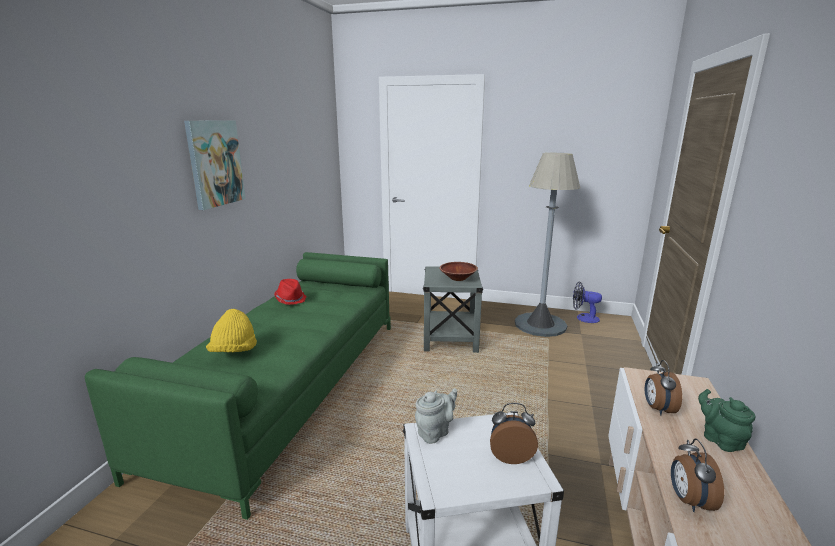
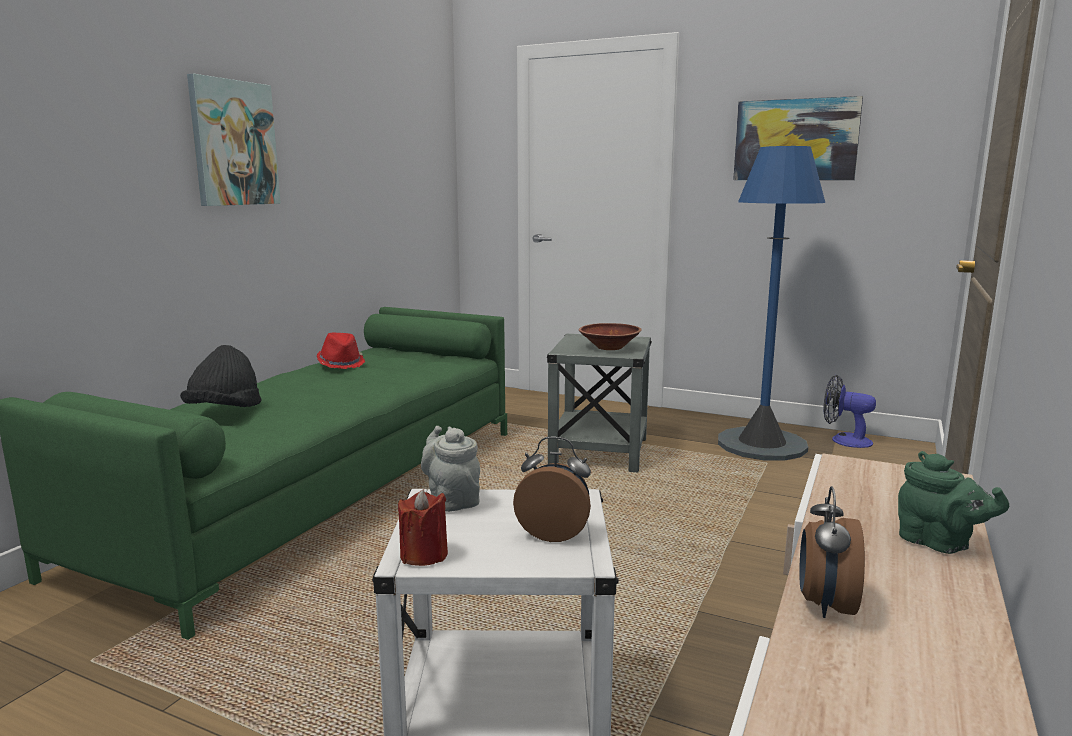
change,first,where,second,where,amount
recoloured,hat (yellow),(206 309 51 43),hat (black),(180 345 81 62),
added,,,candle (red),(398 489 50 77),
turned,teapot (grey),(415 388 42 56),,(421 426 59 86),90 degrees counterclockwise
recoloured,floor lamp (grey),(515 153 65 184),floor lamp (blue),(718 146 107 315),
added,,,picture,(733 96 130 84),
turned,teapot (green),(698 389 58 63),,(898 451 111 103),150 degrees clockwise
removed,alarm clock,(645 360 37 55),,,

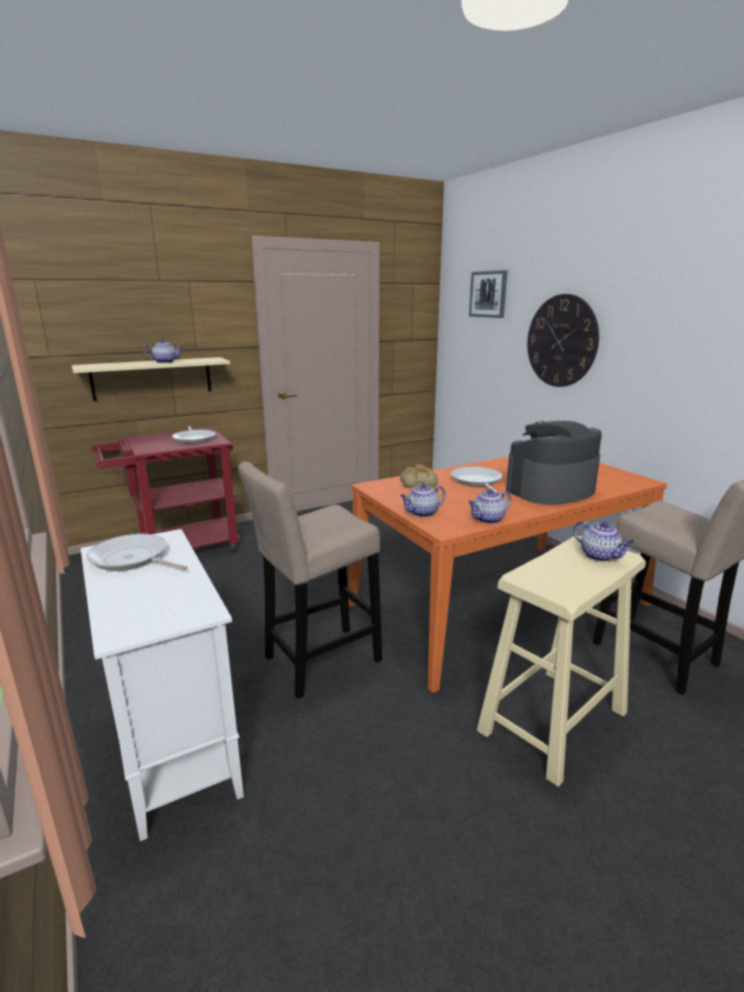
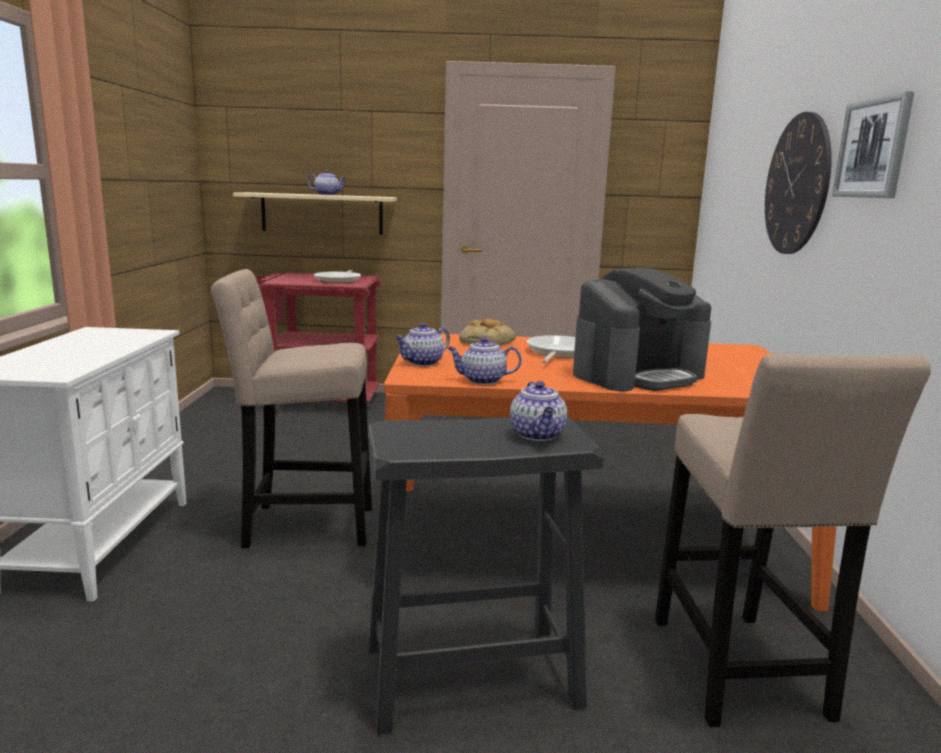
change,first,where,second,where,amount
recoloured,stool (beige),(477 536 169 250),stool (black),(368 416 236 319),
turned,teapot,(400 483 46 34),,(395 323 55 43),45 degrees counterclockwise
turned,coffee machine,(506 421 96 84),,(573 268 138 123),150 degrees clockwise
moved,picture,(469 270 39 48),,(832 91 83 107),
removed,frying pan,(87 534 101 37),,,

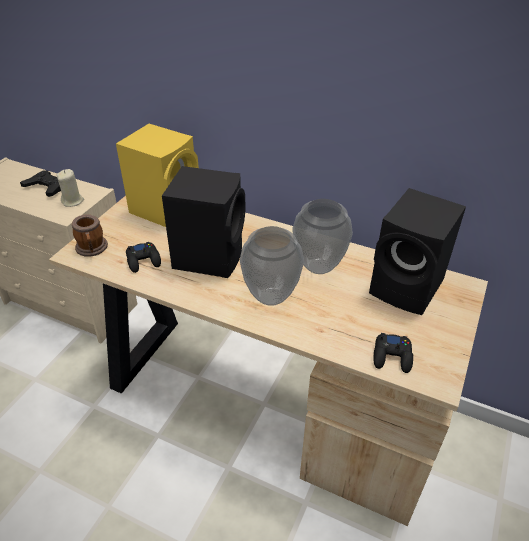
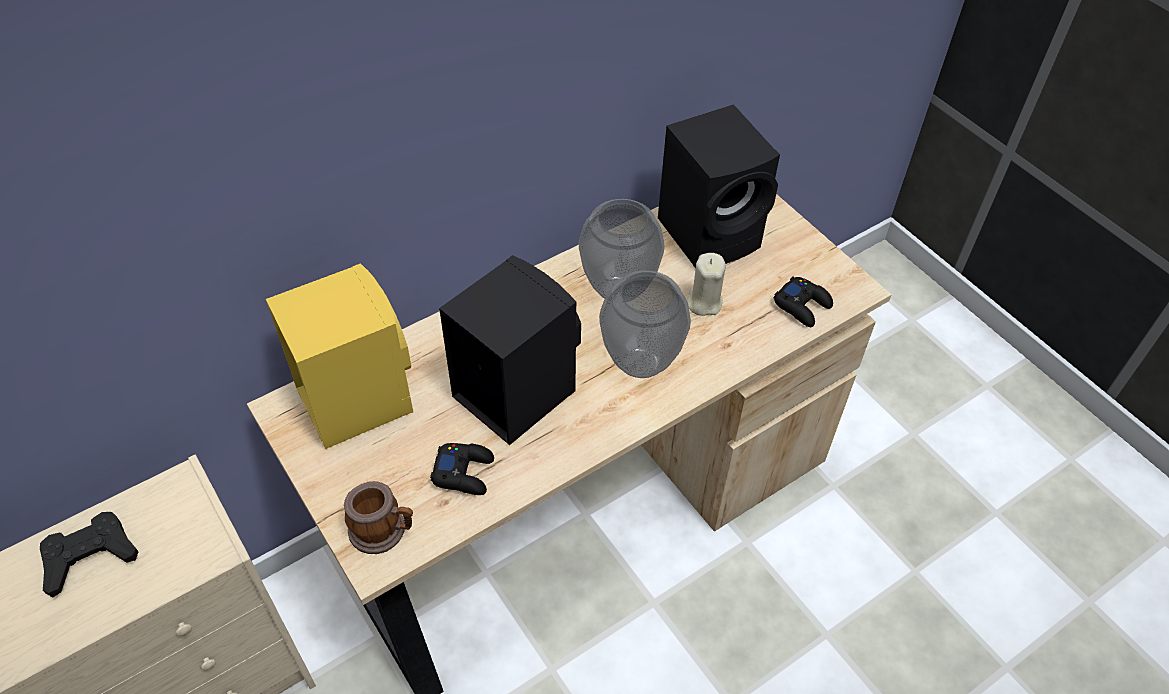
change,first,where,second,where,amount
moved,candle (beige),(56 169 28 38),,(687 253 39 63),

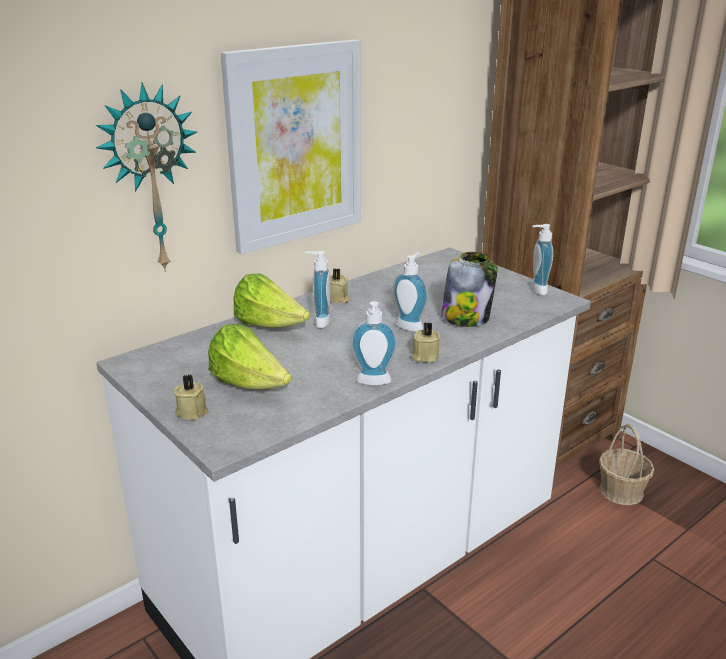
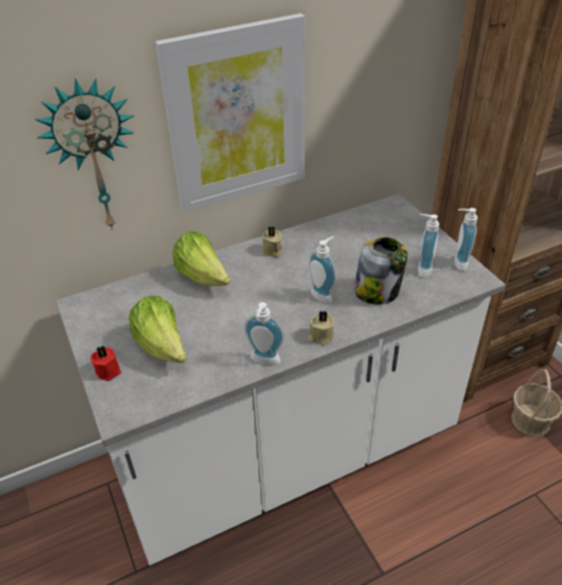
change,first,where,second,where,amount
recoloured,candle (beige),(174 374 34 46),candle (red),(90 346 31 35),
moved,soap dispenser,(305 251 26 77),,(418 214 21 64),

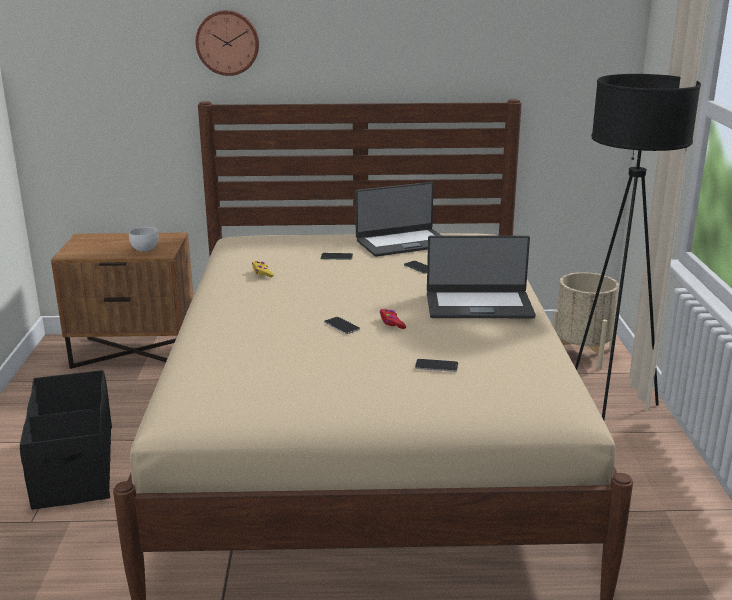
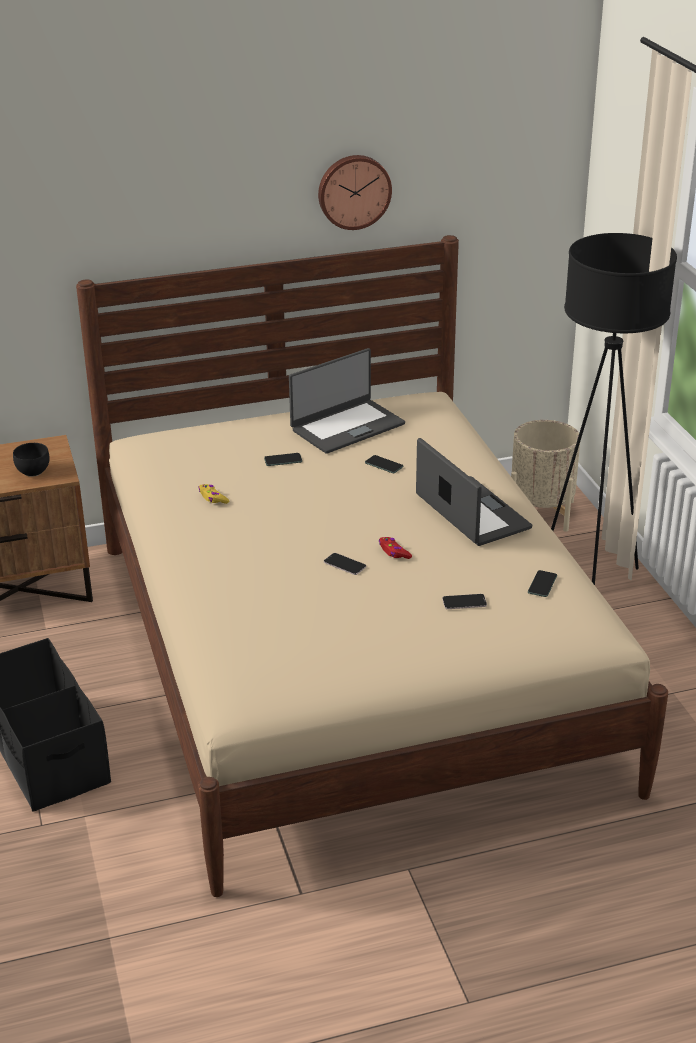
change,first,where,second,where,amount
recoloured,bowl (white),(129 227 30 25),bowl (black),(13 443 37 34),
moved,wall clock,(195 10 64 66),,(318 155 74 75),
turned,laptop,(427 235 109 83),,(416 438 116 108),105 degrees counterclockwise
added,,,phone,(528 570 29 27),

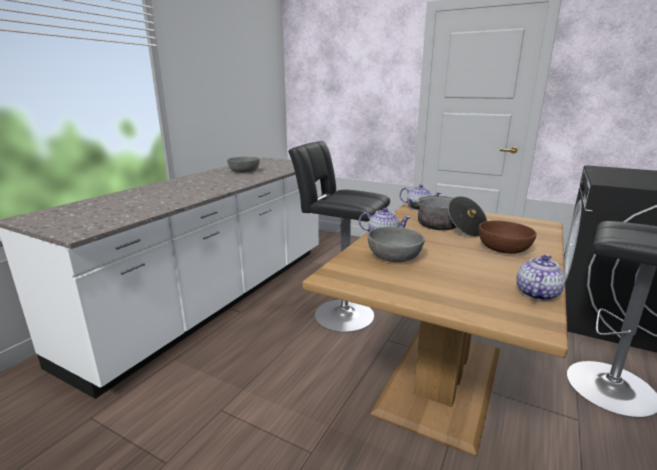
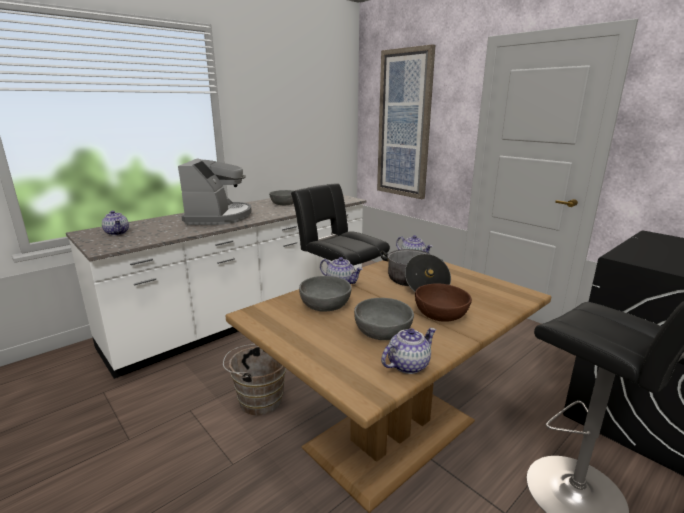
change,first,where,second,where,amount
added,,,teapot,(102 211 27 25),
added,,,coffee machine,(178 158 74 67),
added,,,bucket (brown),(223 344 63 72),
added,,,bowl (grey),(354 298 60 42),
added,,,picture,(377 44 58 155),

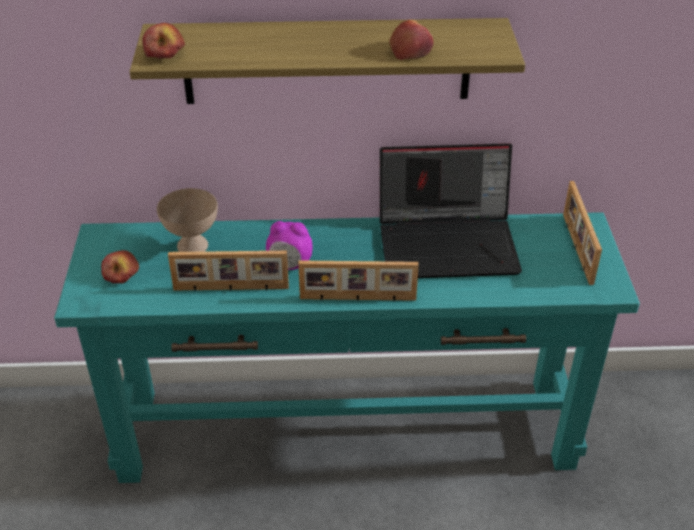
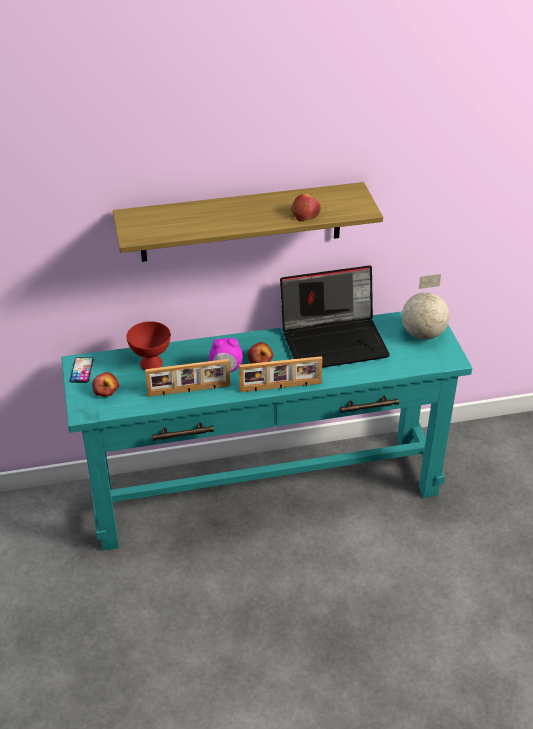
change,first,where,second,where,amount
added,,,phone,(70 357 24 26),
recoloured,bowl (beige),(157 188 61 64),bowl (red),(127 321 44 49),
moved,apple,(142 23 43 35),,(247 342 26 22),
replaced,picture frame,(563 181 39 104),globe,(402 274 47 66),

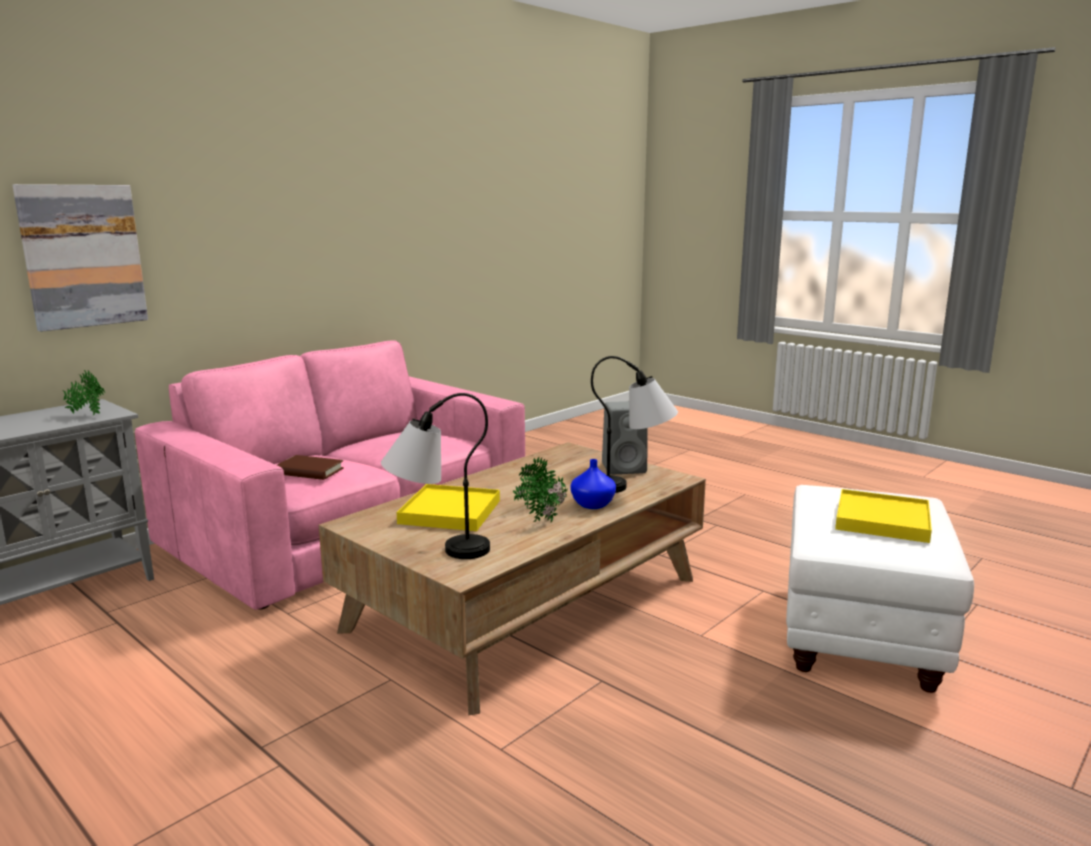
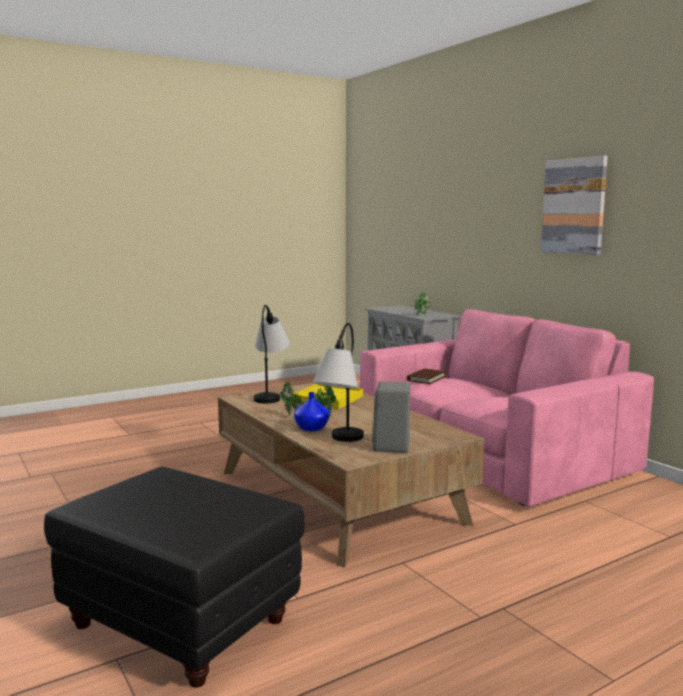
change,first,where,second,where,amount
recoloured,ottoman (white),(786 485 188 208),ottoman (black),(44 467 261 221),
moved,picture,(12 184 136 148),,(541 156 67 99),
removed,tray (yellow),(835 489 97 54),,,

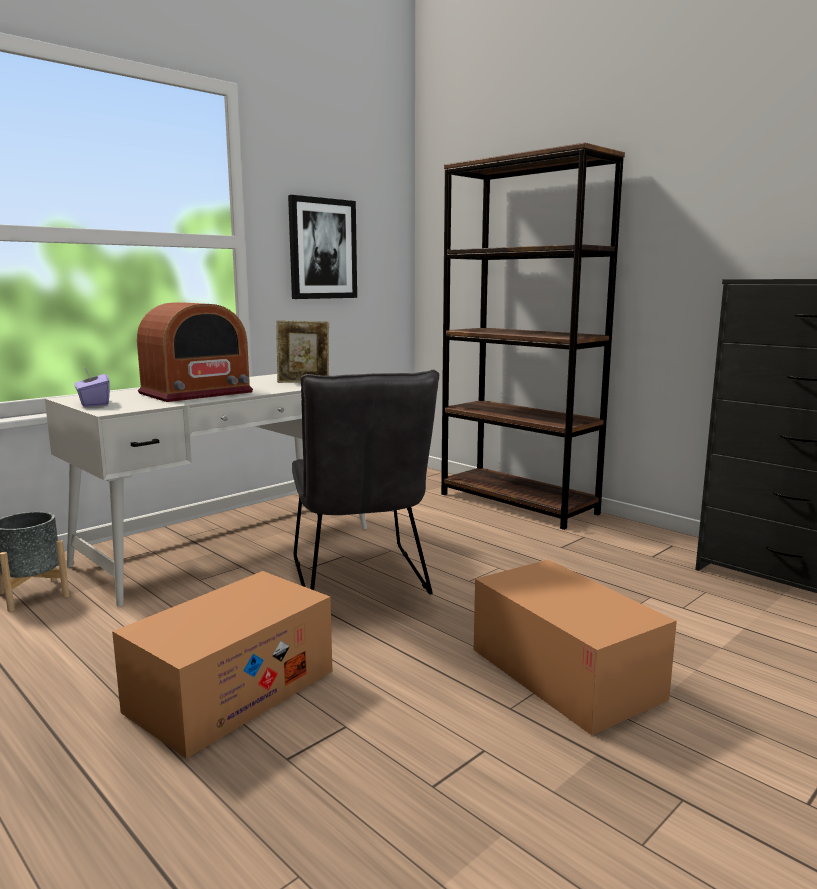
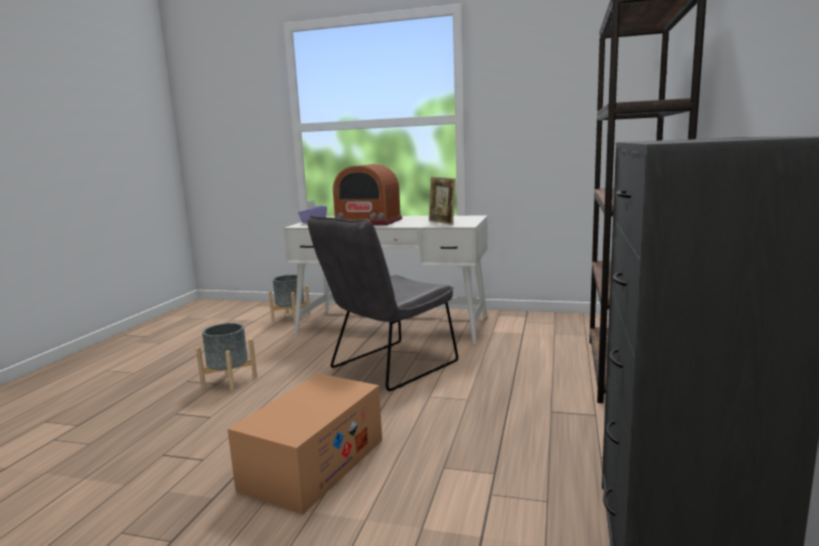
change,first,where,second,where,amount
replaced,cardboard box,(112 571 220 188),planter (grey),(196 323 61 70),
removed,picture,(288 195 69 104),,,

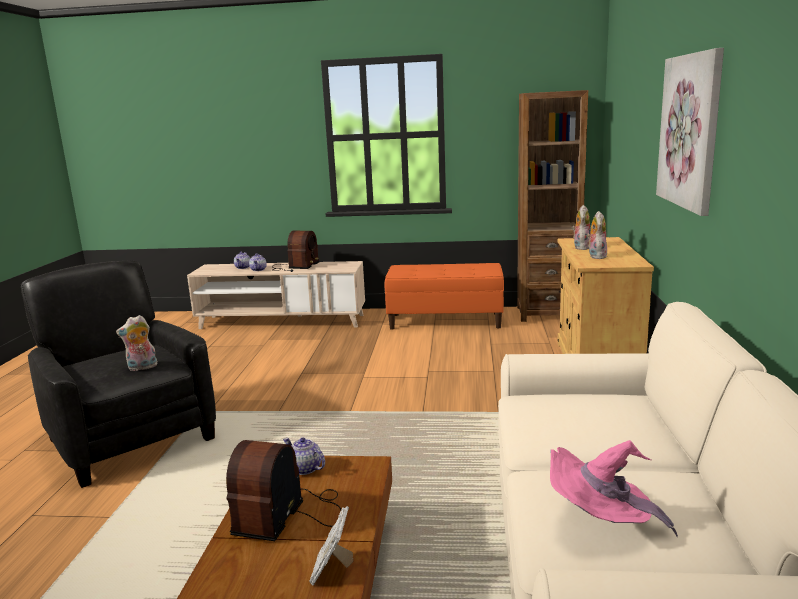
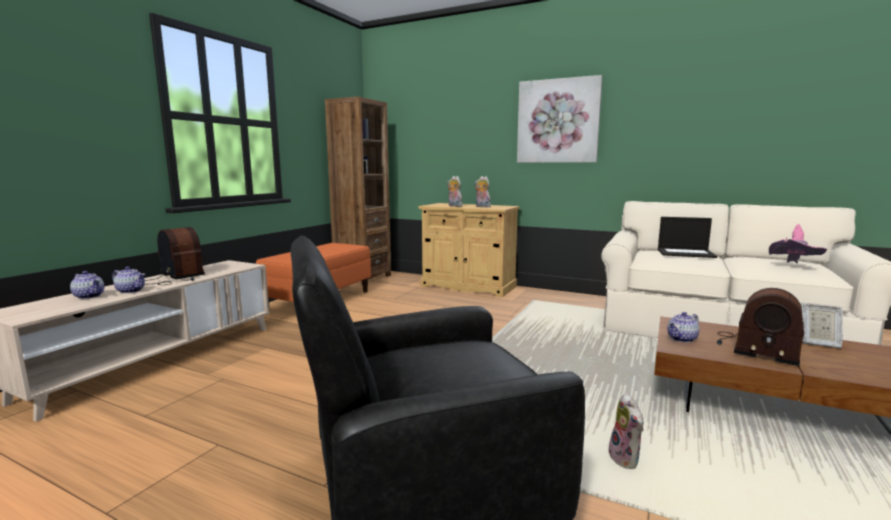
change,first,where,second,where,amount
moved,plush toy,(116 315 41 56),,(609 393 35 76),
added,,,laptop,(658 217 59 41),

